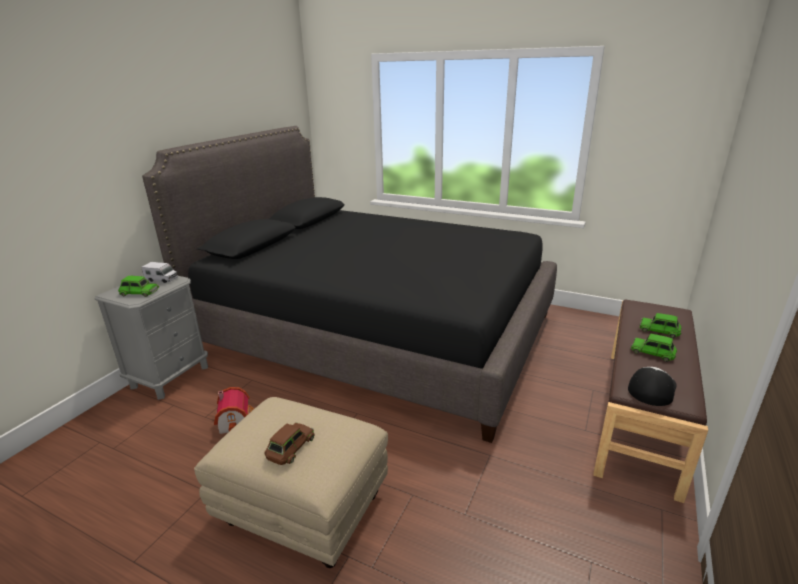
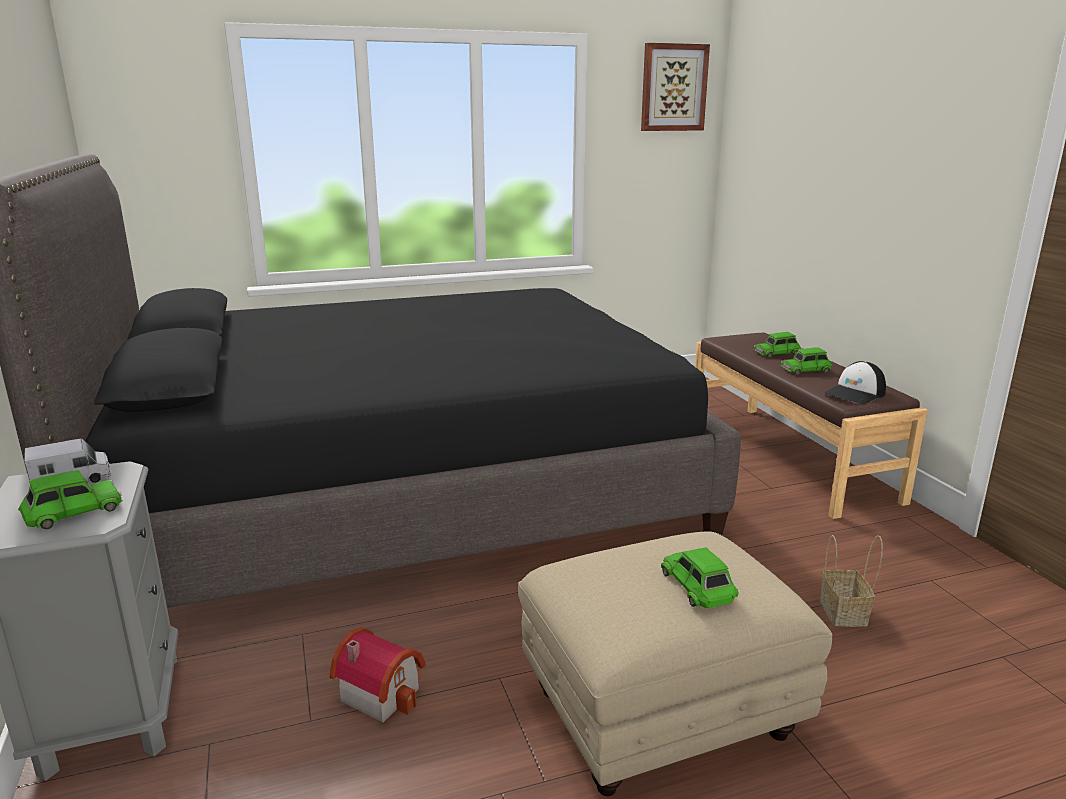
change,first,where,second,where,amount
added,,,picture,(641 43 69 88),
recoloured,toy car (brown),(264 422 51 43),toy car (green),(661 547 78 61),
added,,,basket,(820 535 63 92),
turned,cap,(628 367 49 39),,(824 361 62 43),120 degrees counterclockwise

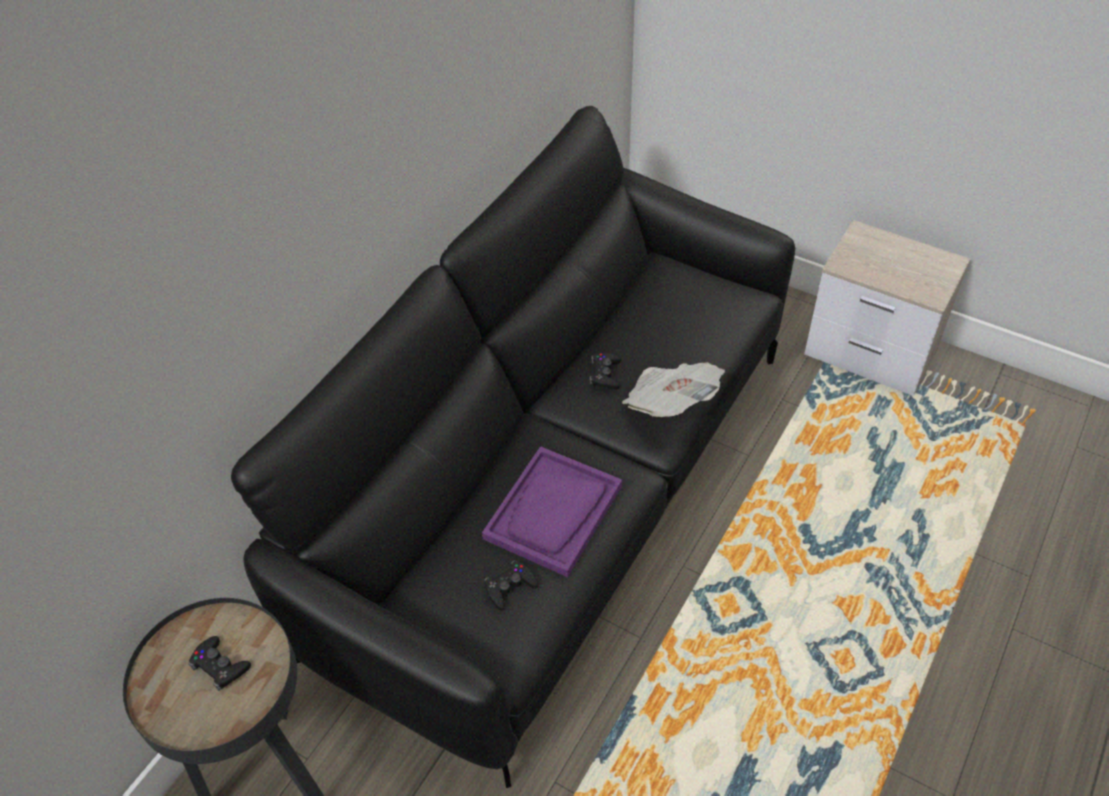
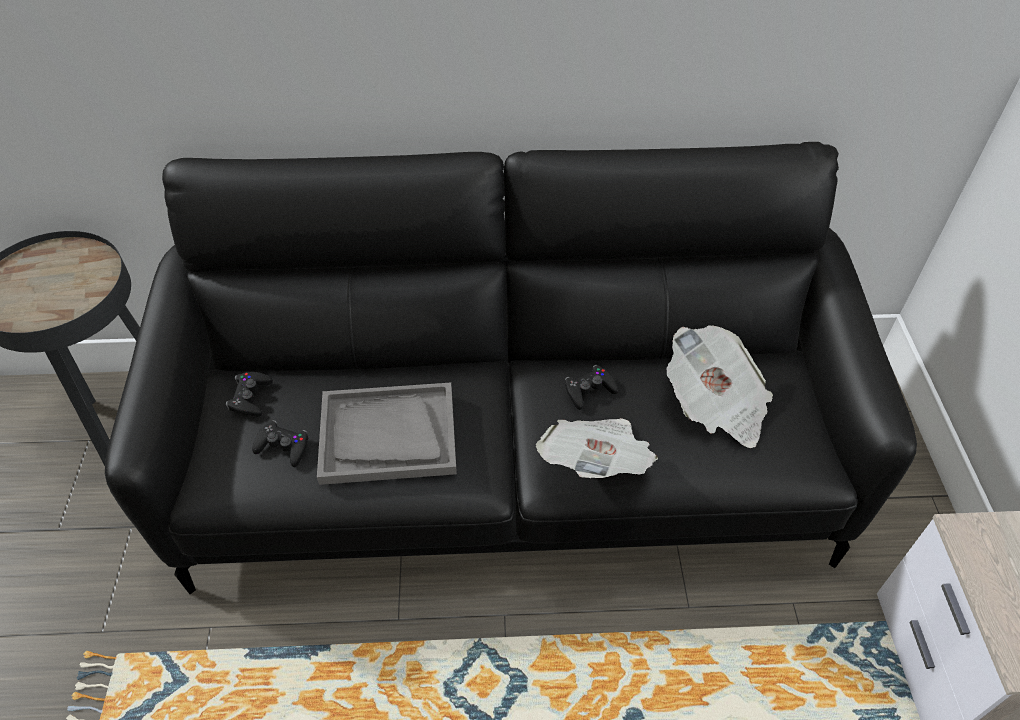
change,first,where,second,where,amount
moved,game controller (black),(188 636 63 55),,(226 372 47 45),
recoloured,tray (purple),(482 446 140 131),tray (grey),(317 382 140 103),
added,,,newspaper,(666 325 107 123),

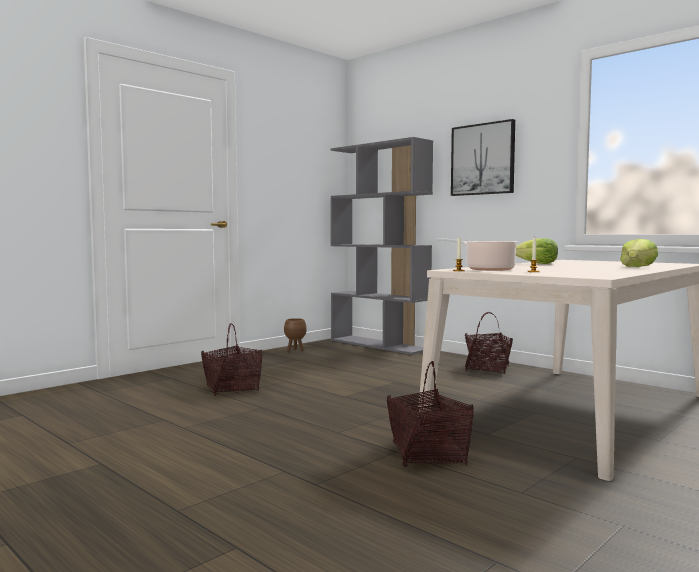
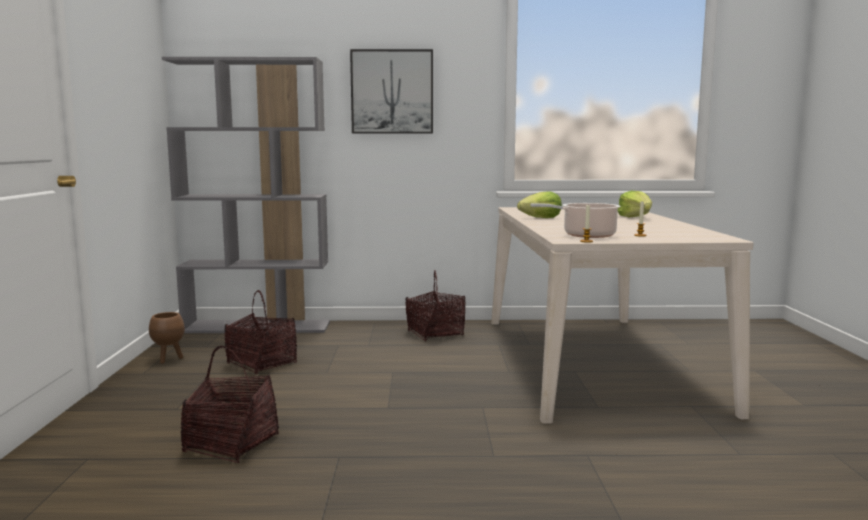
change,first,where,second,where,amount
moved,basket,(387 361 87 105),,(225 290 72 84),

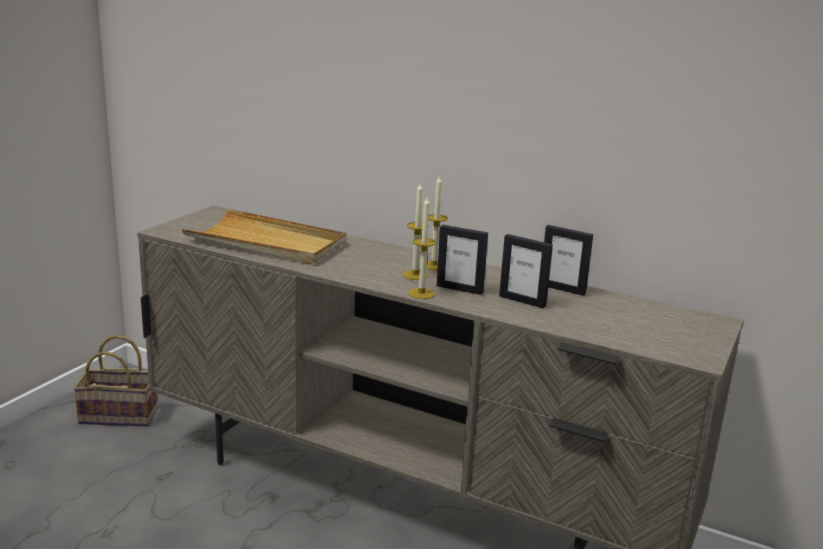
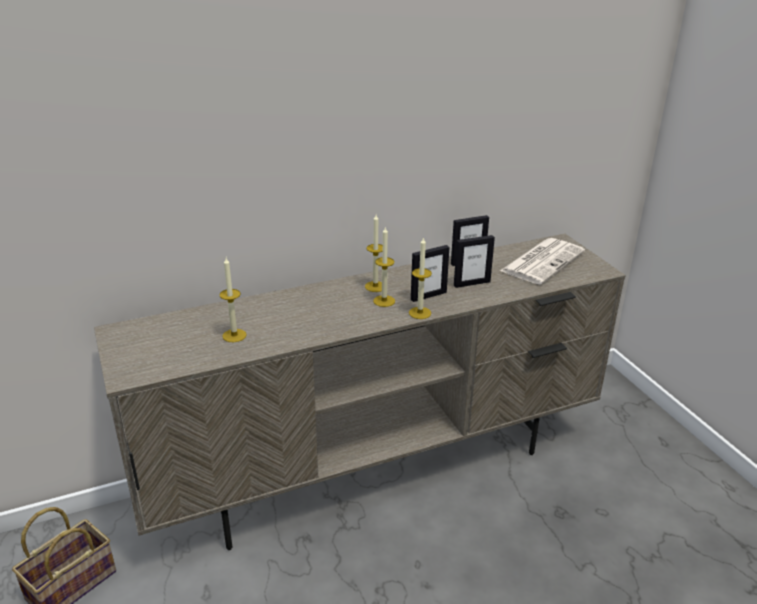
change,first,where,second,where,amount
replaced,tray (beige),(182 209 164 56),candle,(219 258 28 84),
added,,,newspaper,(500 238 85 47),

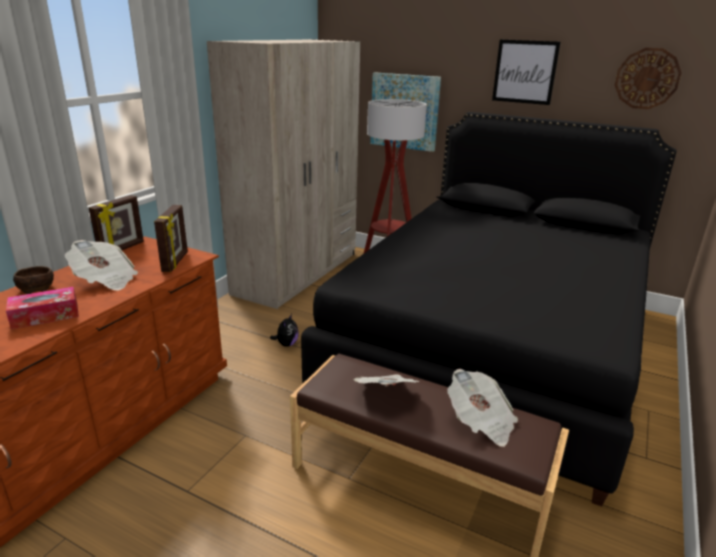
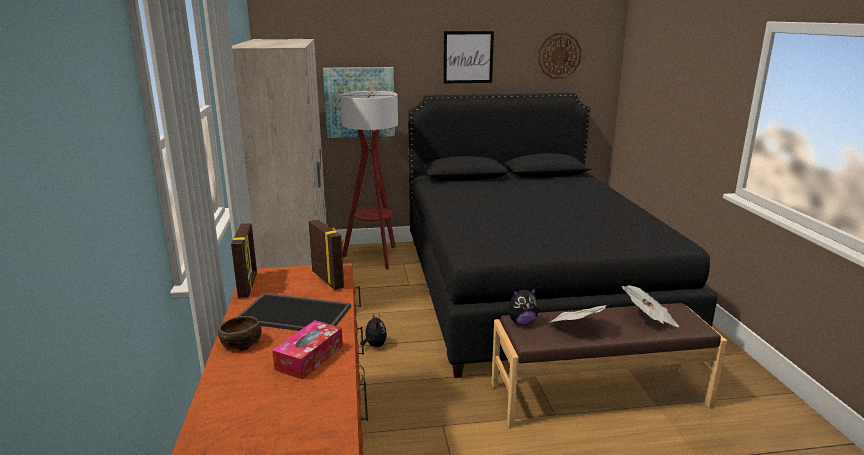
change,first,where,second,where,amount
replaced,newspaper,(65 240 73 51),tray,(237 293 114 38),
added,,,plush toy,(508 288 31 37),

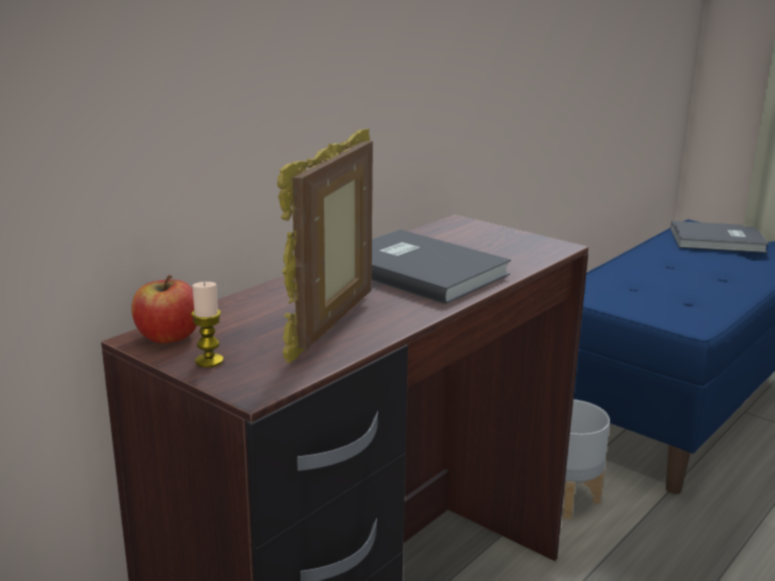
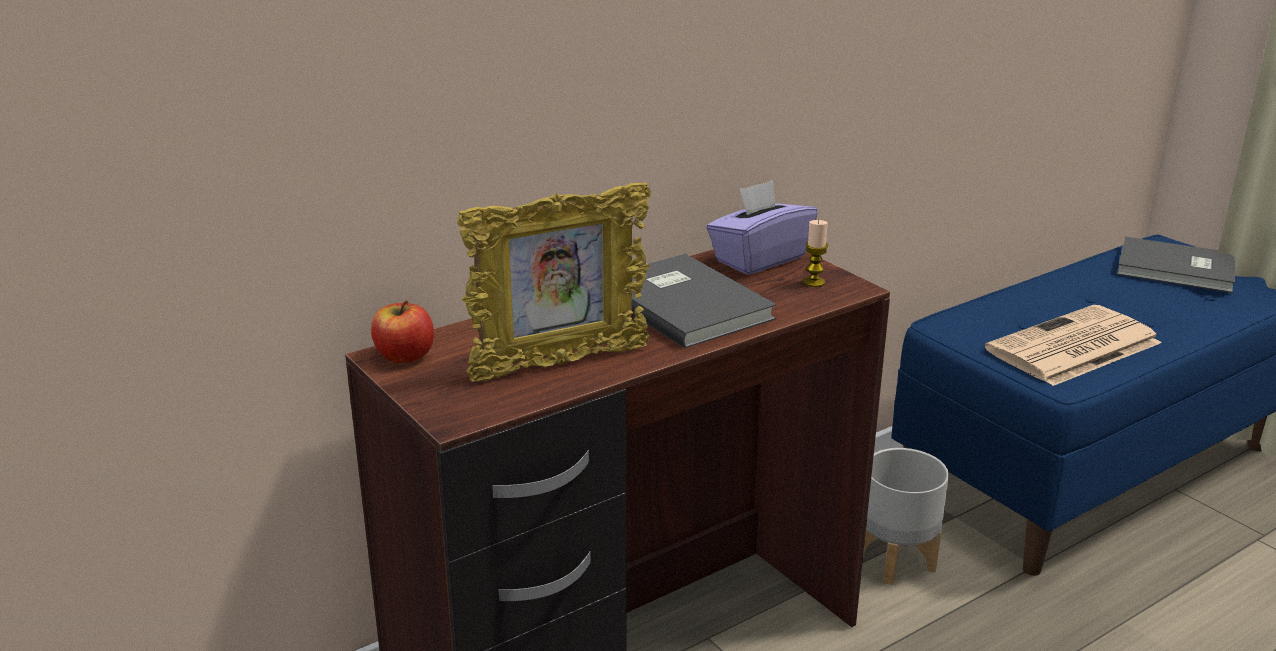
change,first,where,second,where,amount
turned,picture frame,(277 128 96 235),,(457 182 194 200),150 degrees counterclockwise
added,,,tissue box (purple),(706 180 112 95),
moved,candle,(191 282 33 85),,(803 220 25 67),
added,,,newspaper,(984 305 177 81),

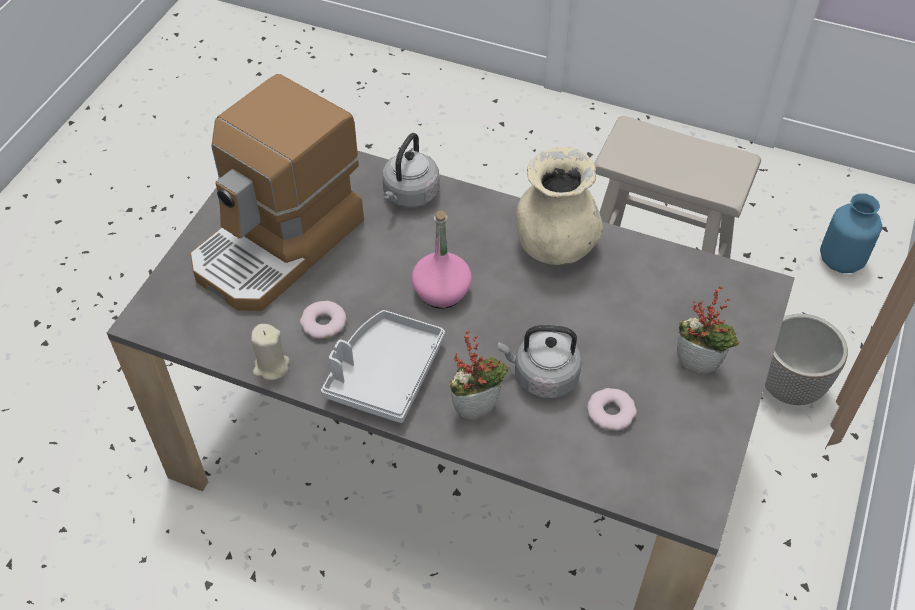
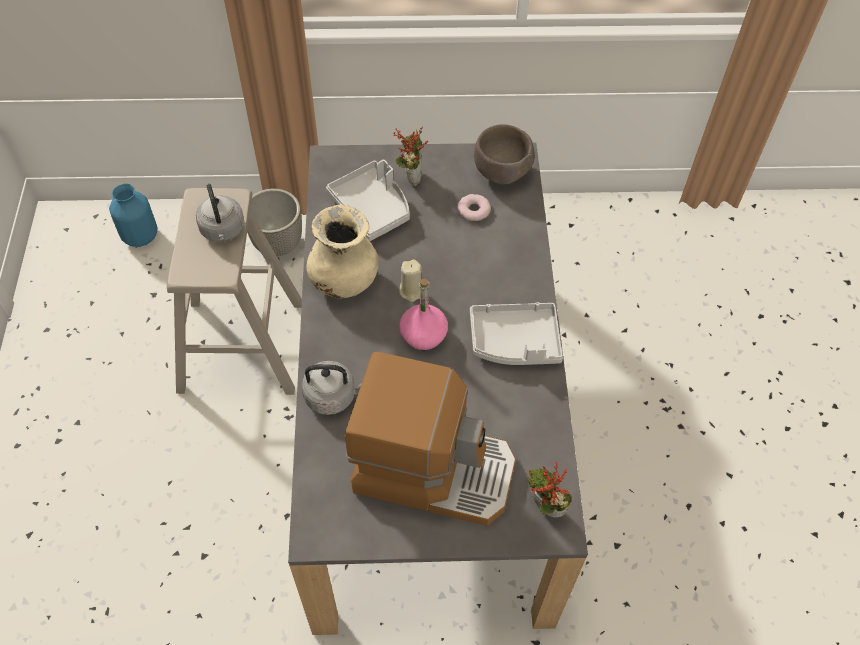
change,first,where,second,where,amount
moved,kettle (grey),(498 325 84 74),,(196 184 48 58),
added,,,tray (grey),(326 160 84 81),
moved,candle (beige),(251 324 39 56),,(399 259 23 43),
added,,,bowl (brown),(474 124 61 60),
moved,potted plant,(449 330 60 91),,(527 461 45 56),
removed,donut,(300 301 47 38),,,

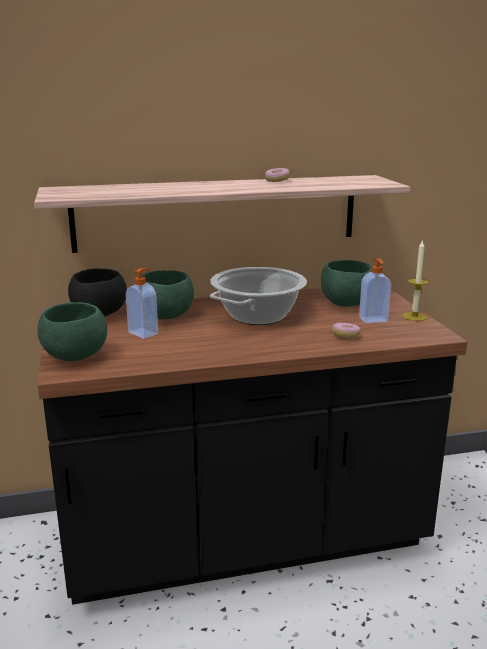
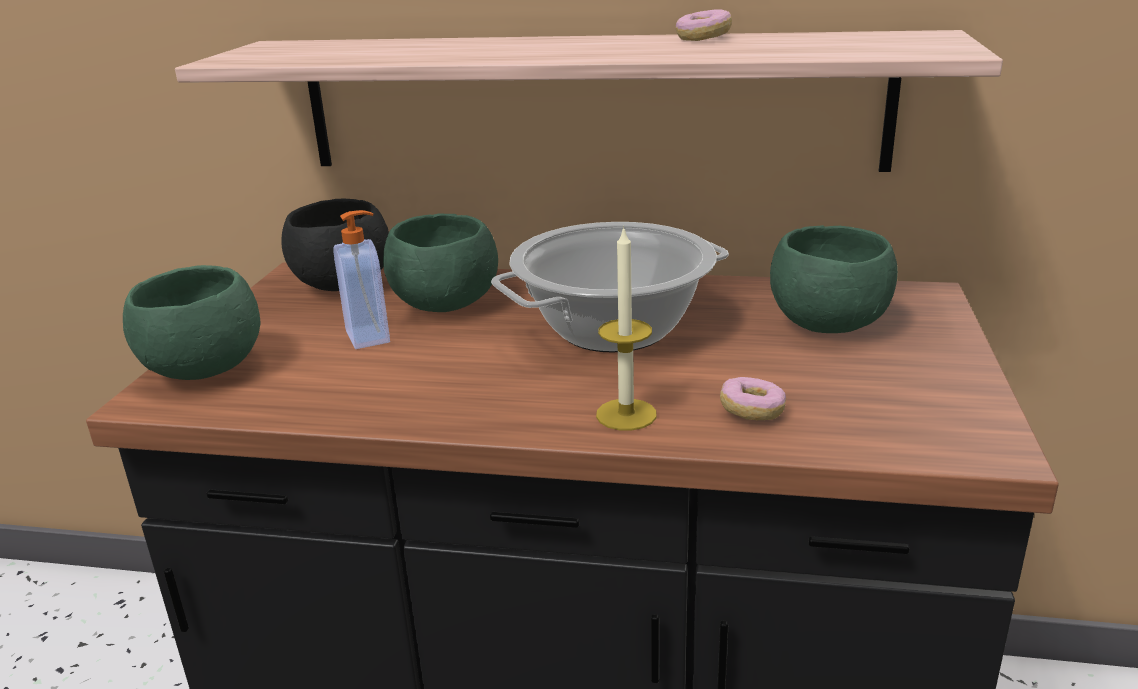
change,first,where,second,where,amount
moved,candle,(402 239 27 82),,(596 226 60 205),
removed,soap dispenser,(359 259 32 64),,,

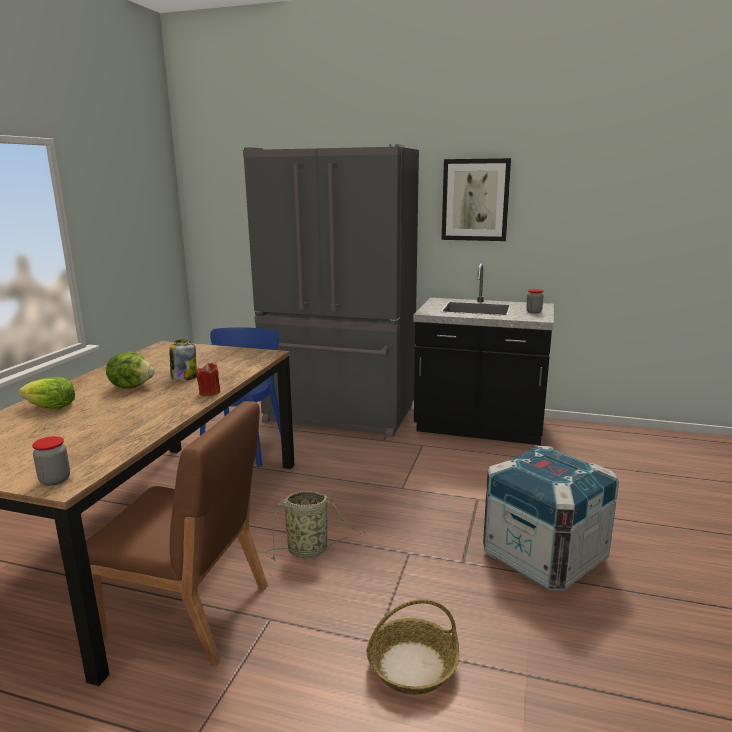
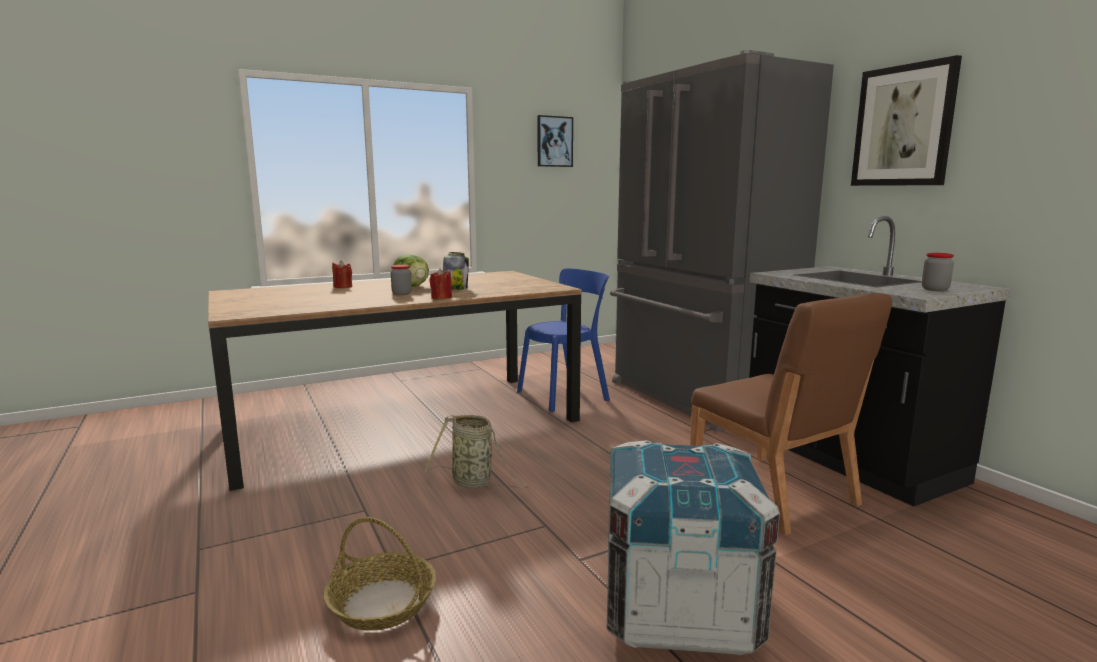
change,first,where,second,where,amount
replaced,lettuce,(18 377 57 32),candle (red),(332 260 20 28),
moved,jar,(32 436 38 50),,(391 265 21 30),
added,,,picture,(537 115 36 52),
moved,chair (brown),(86 401 182 265),,(690 293 202 242),

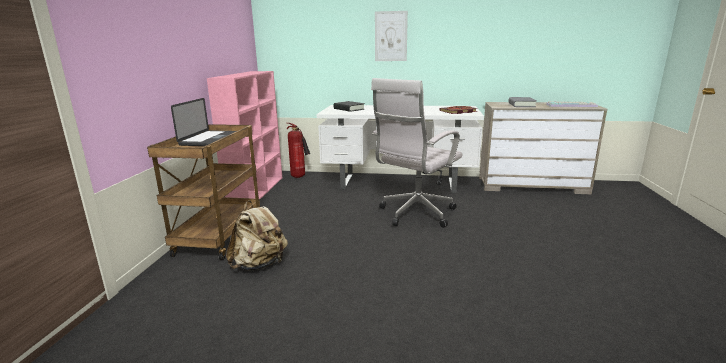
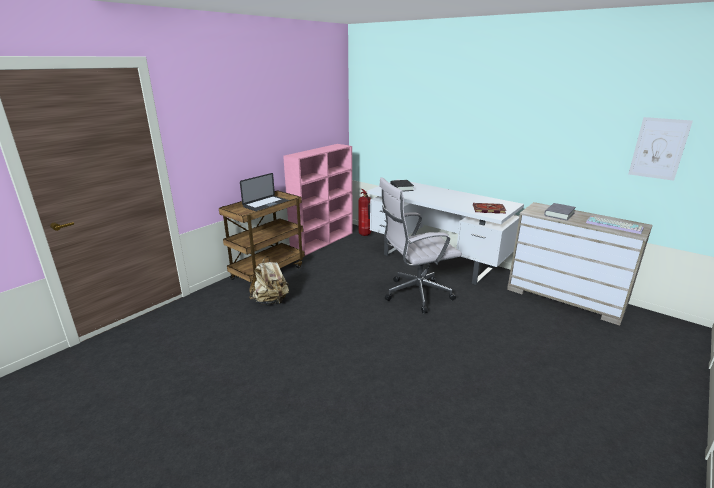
change,first,where,second,where,amount
moved,picture,(375 11 33 50),,(628 117 65 64),

